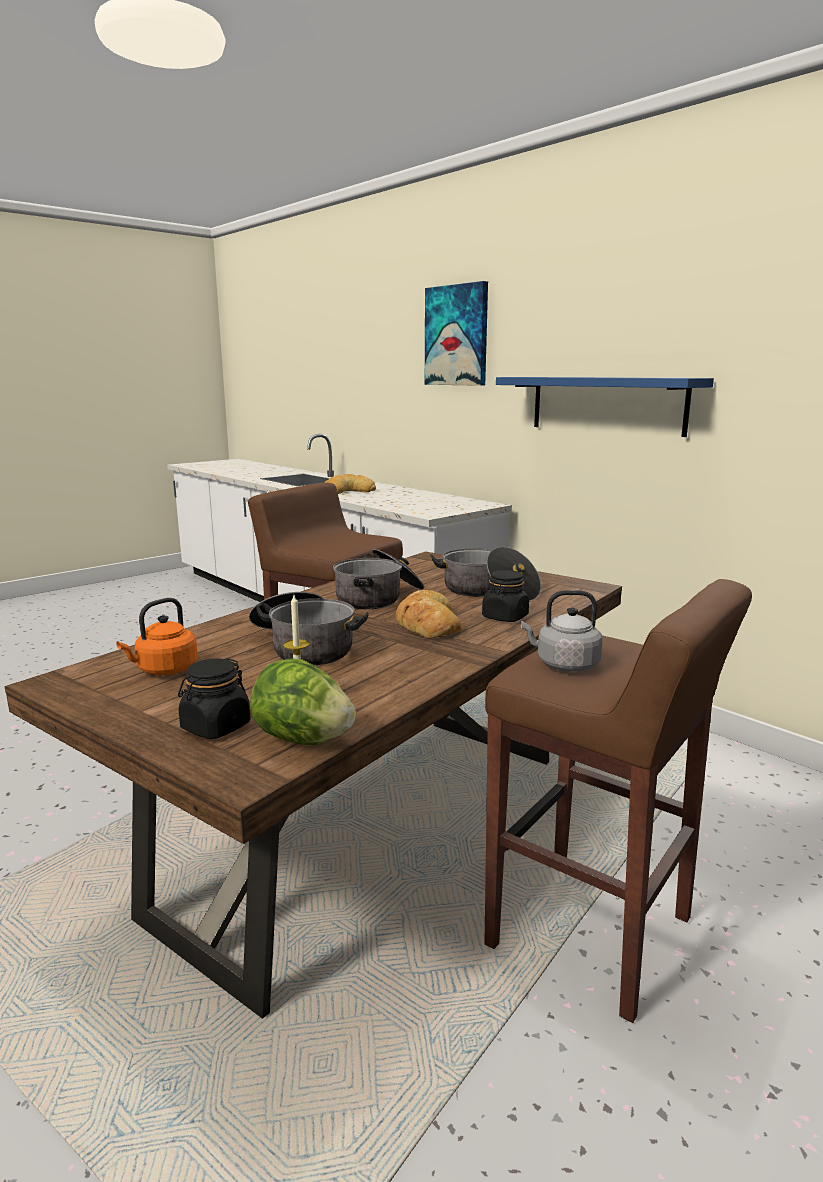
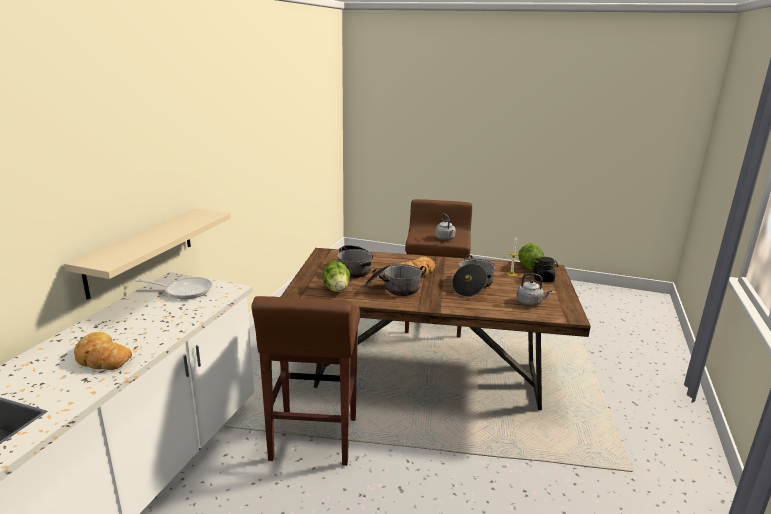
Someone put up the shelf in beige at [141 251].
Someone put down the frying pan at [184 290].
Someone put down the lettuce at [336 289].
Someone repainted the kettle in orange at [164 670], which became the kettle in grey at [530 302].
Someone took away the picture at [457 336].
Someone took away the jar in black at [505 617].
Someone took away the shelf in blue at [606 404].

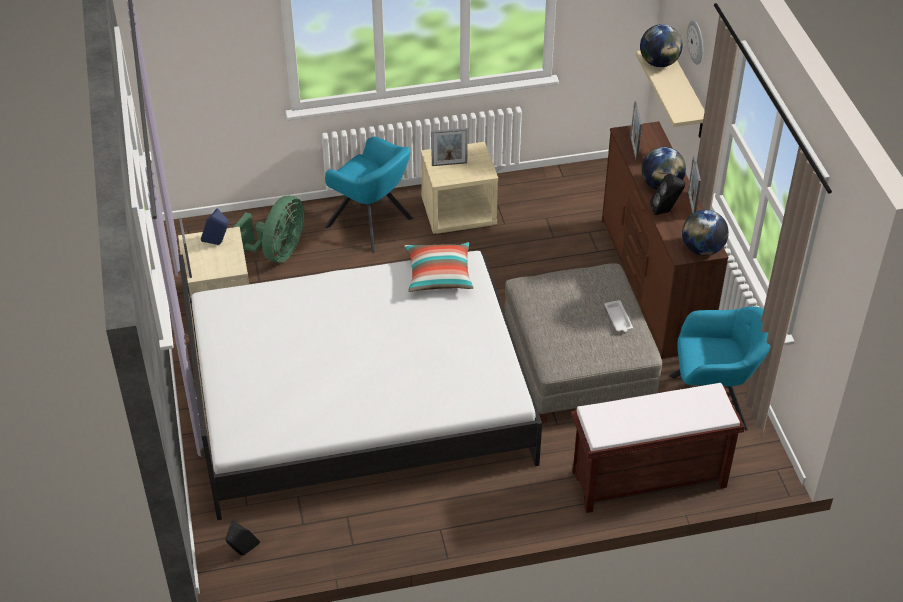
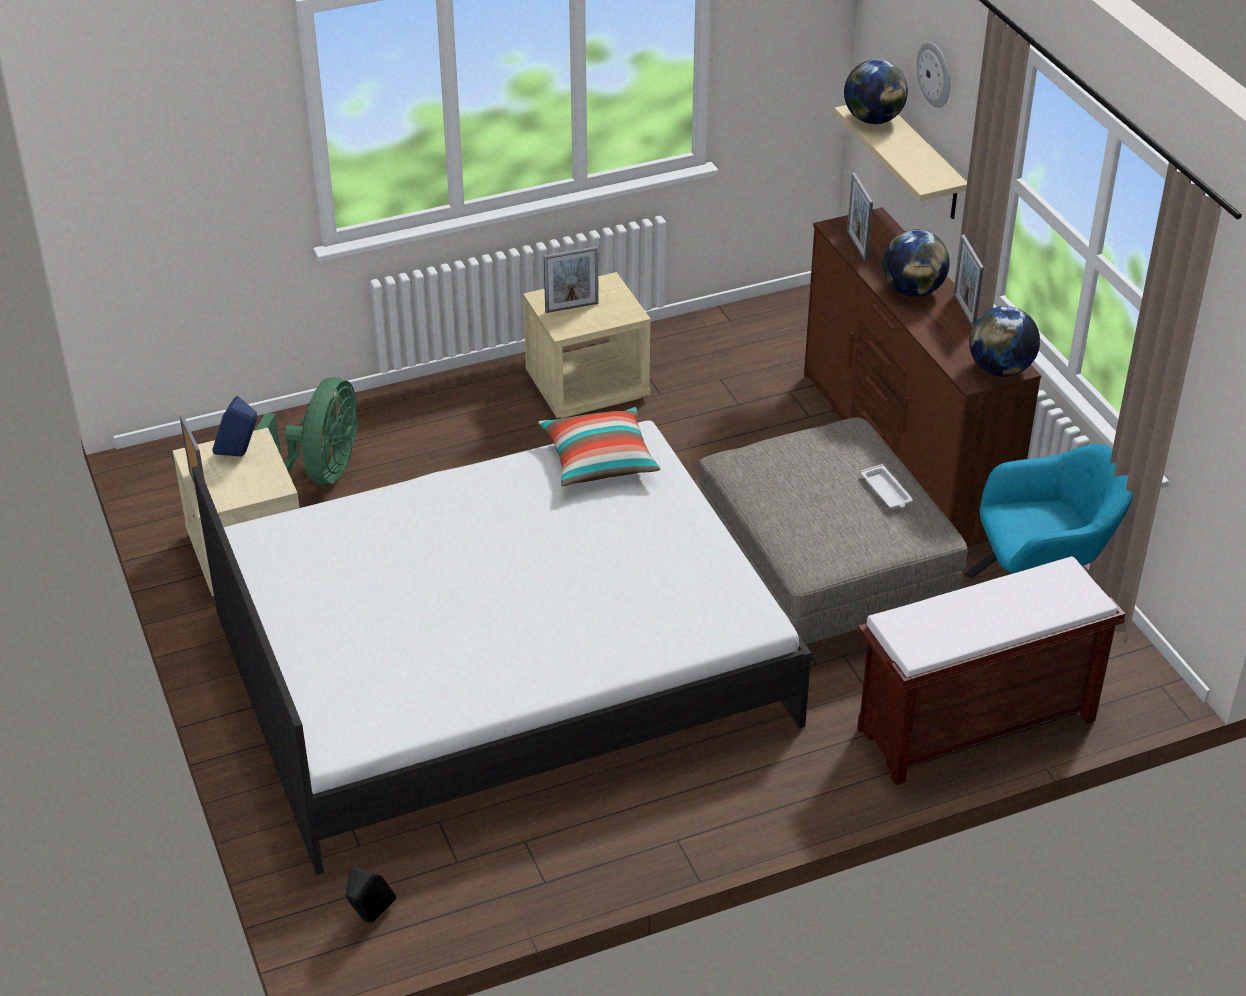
Someone took away the armchair in turquoise at [372 224].
Someone took away the speaker in black at [665 211].

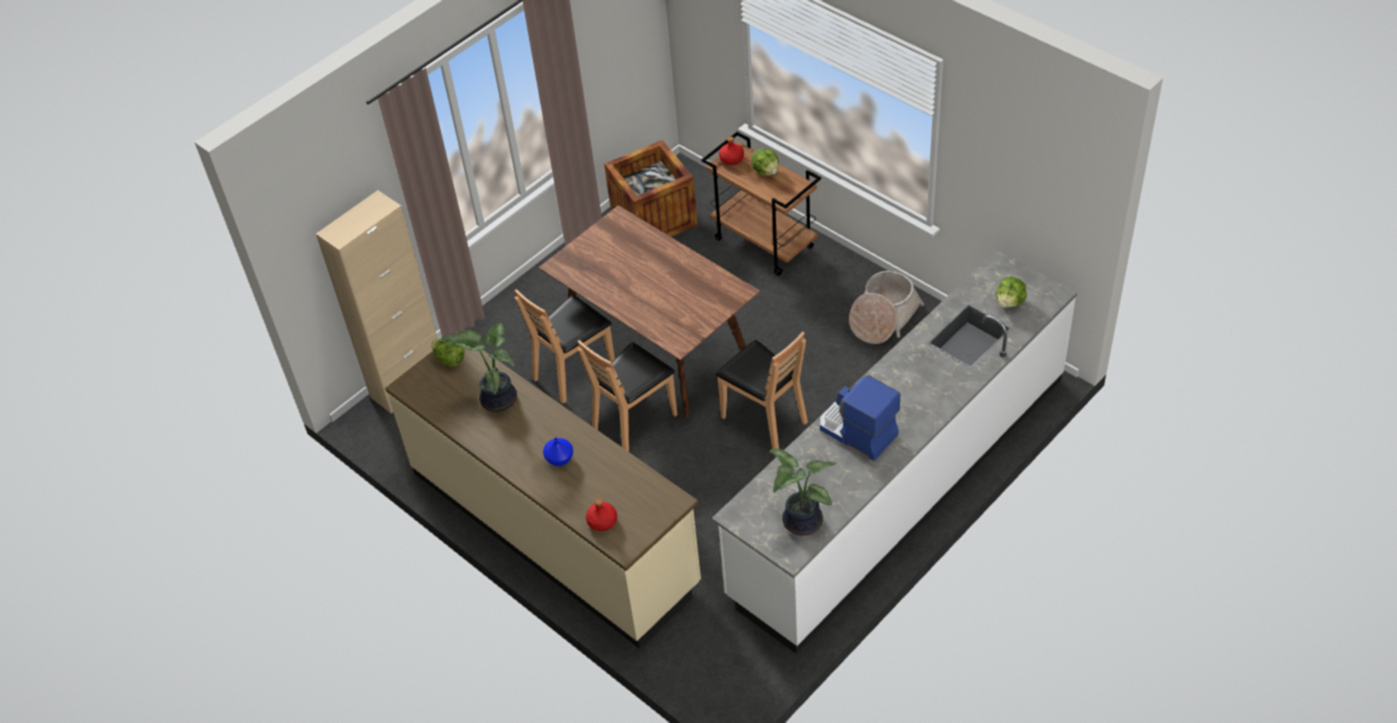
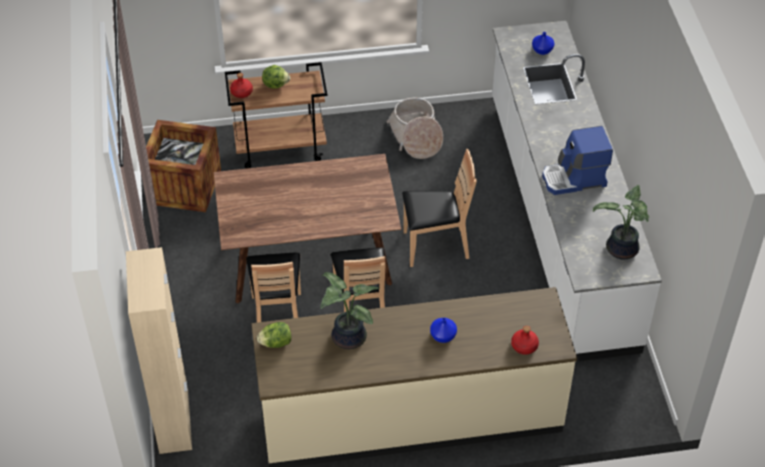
Someone swapped the lettuce at [1010 302] for the vase in blue at [542 50].

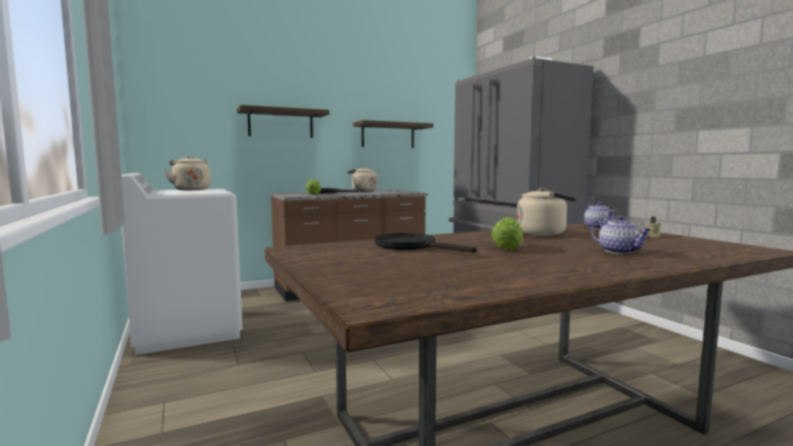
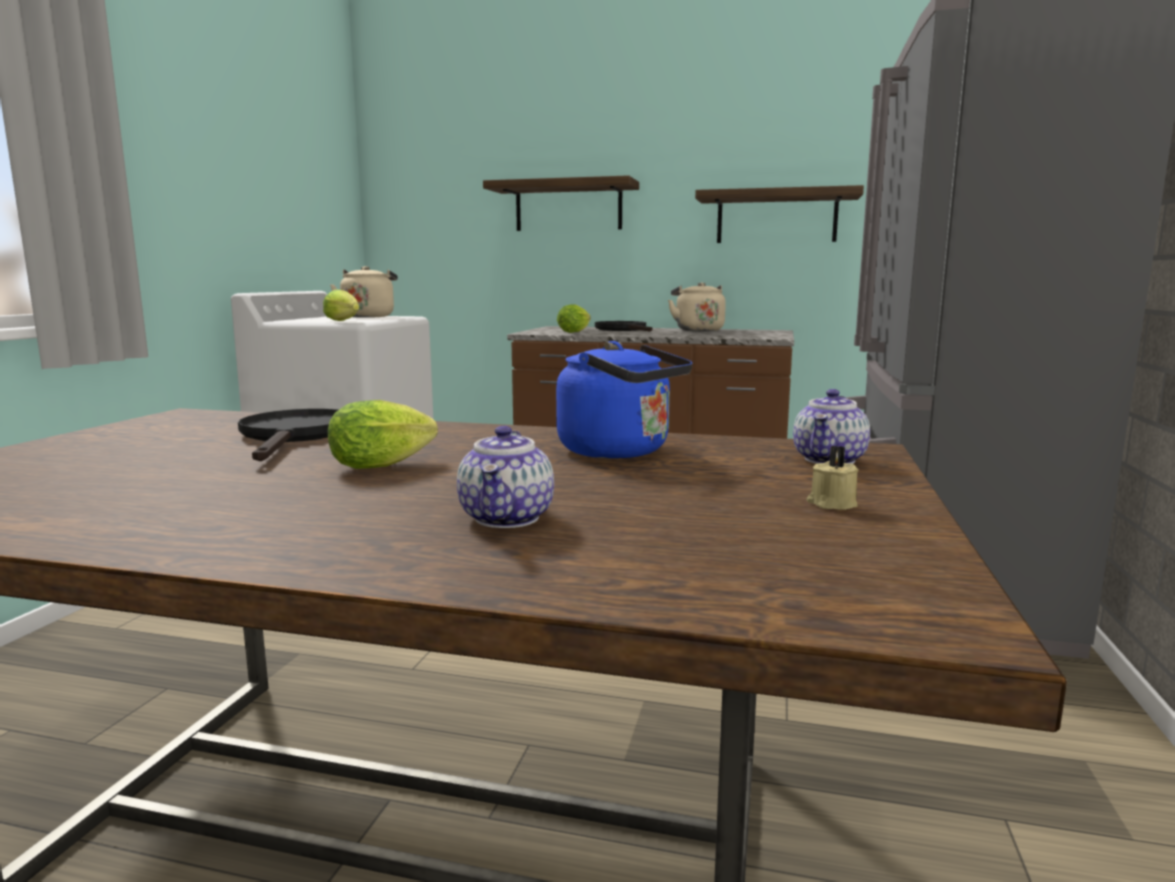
Someone put down the lettuce at [344 321].
Someone repainted the kettle in beige at [544 233], which became the kettle in blue at [620 451].

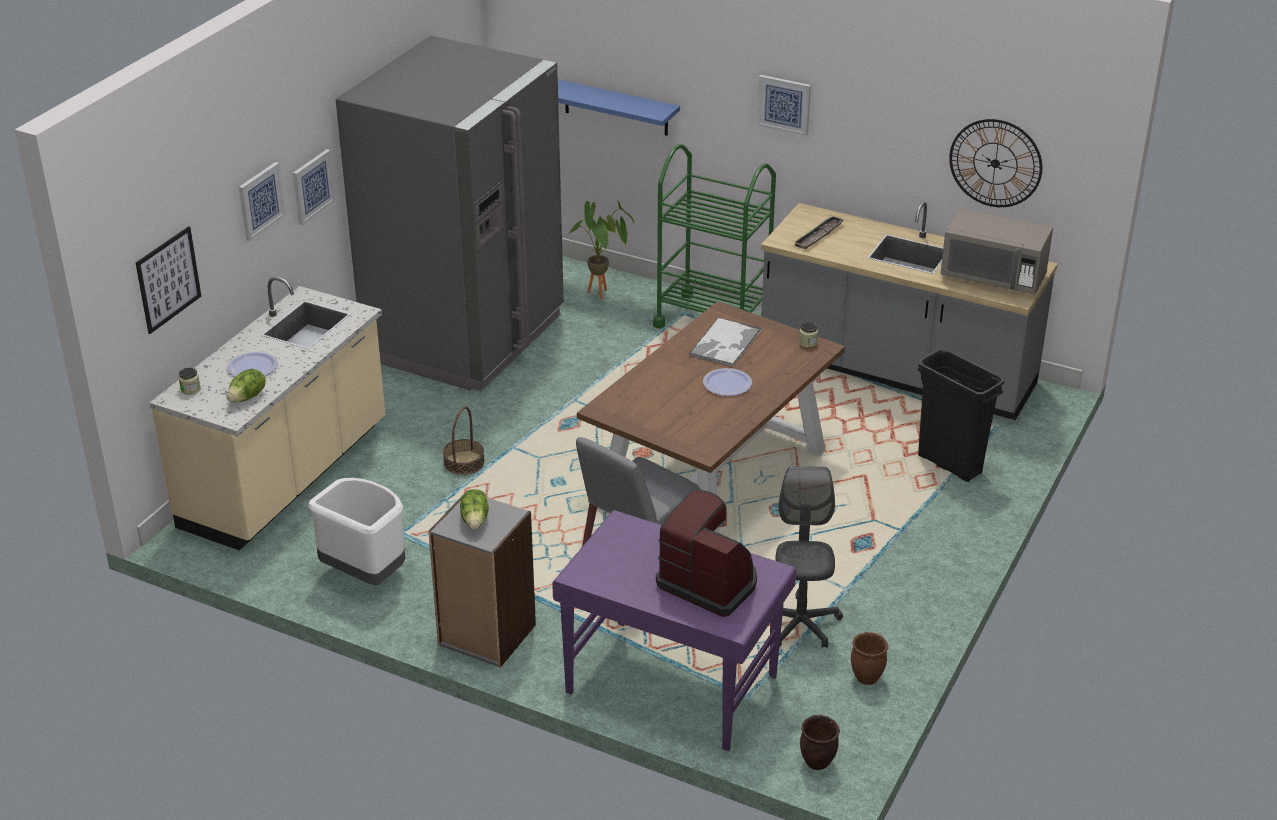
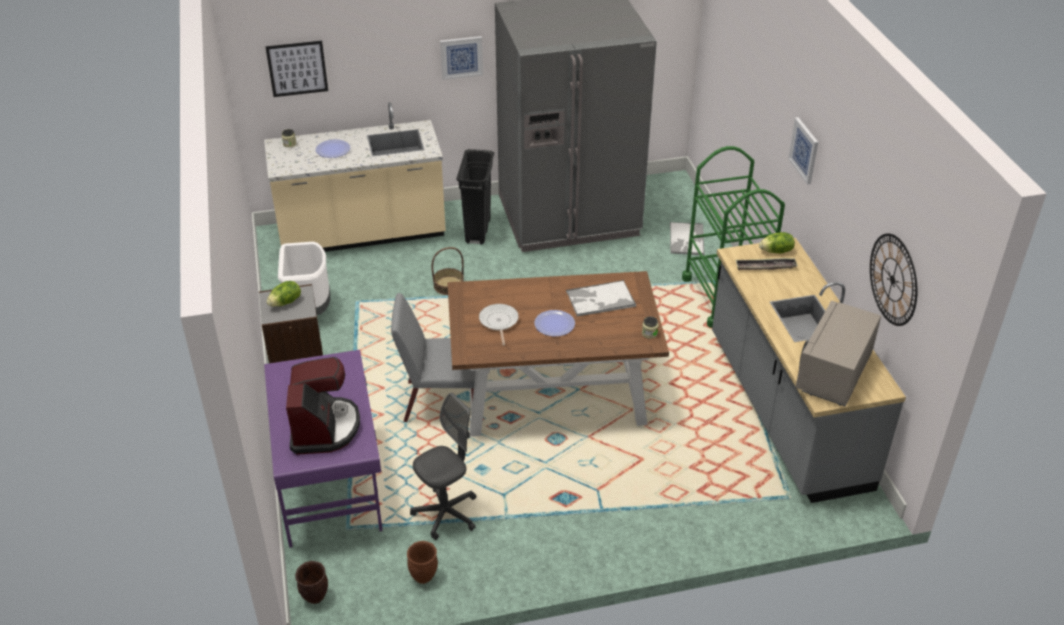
Someone carried the trash can in black from [949 464] to [478 231].
Someone put down the frying pan at [498 322].
Someone swapped the potted plant at [603 295] for the tray at [686 239].
Someone carried the lettuce from [248 397] to [776 251].
Someone rotated the microwave in grey at [993 277] by 45 degrees clockwise.
Someone took away the picture at [260 201].
Someone took away the shelf in blue at [616 107].

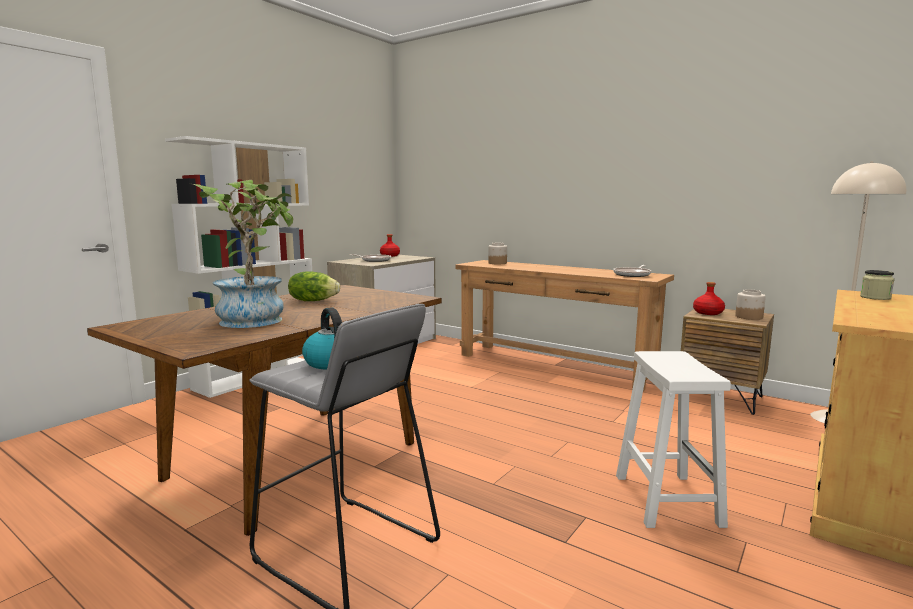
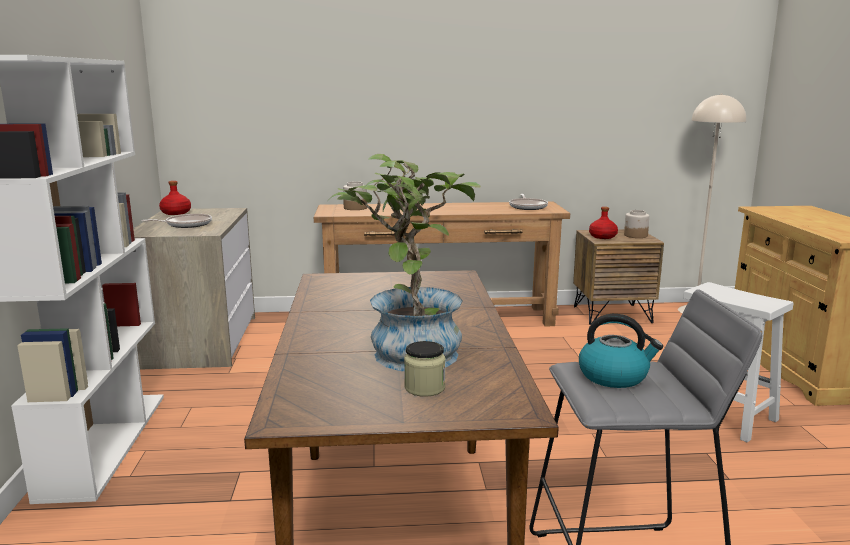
Someone carried the jar from [875 297] to [424 388].
Someone took away the lettuce at [313 301].

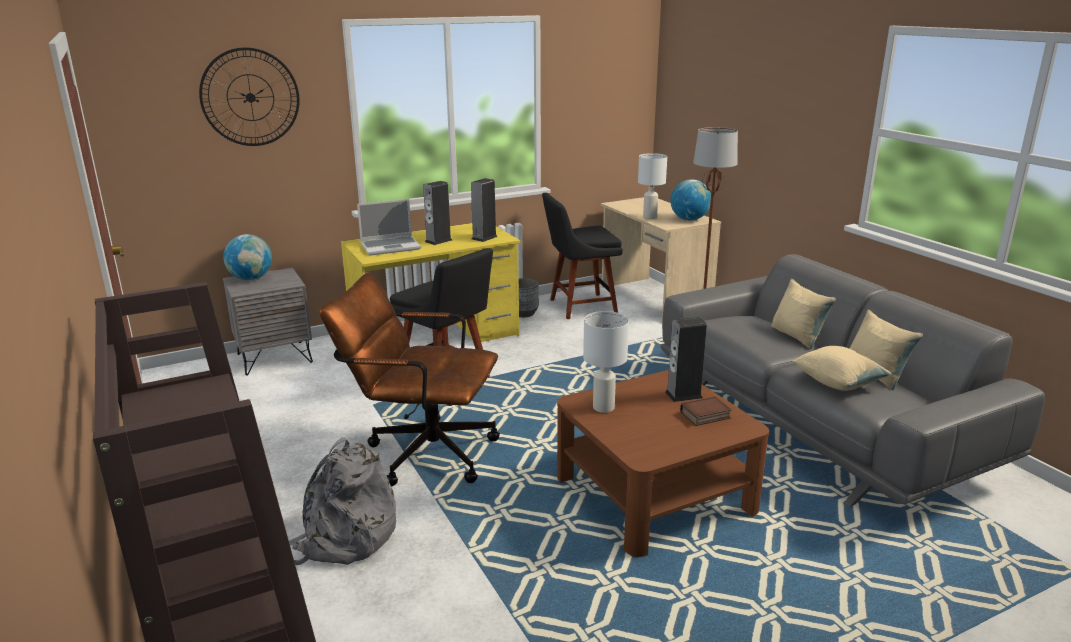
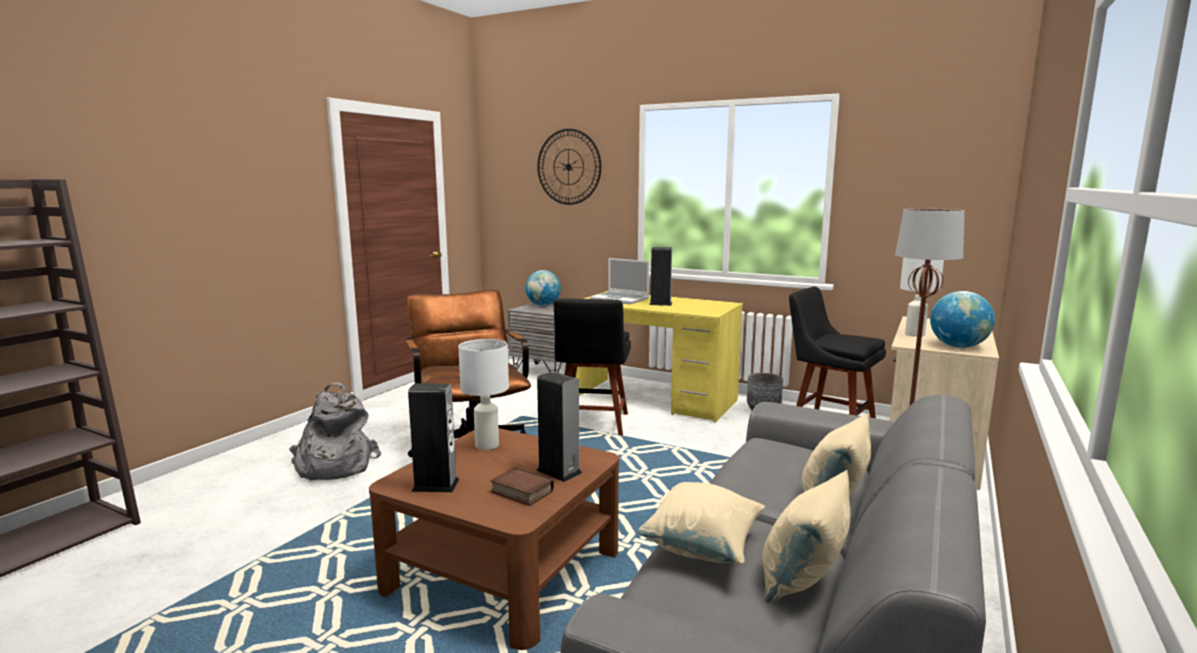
Someone carried the speaker from [484 238] to [435 485].

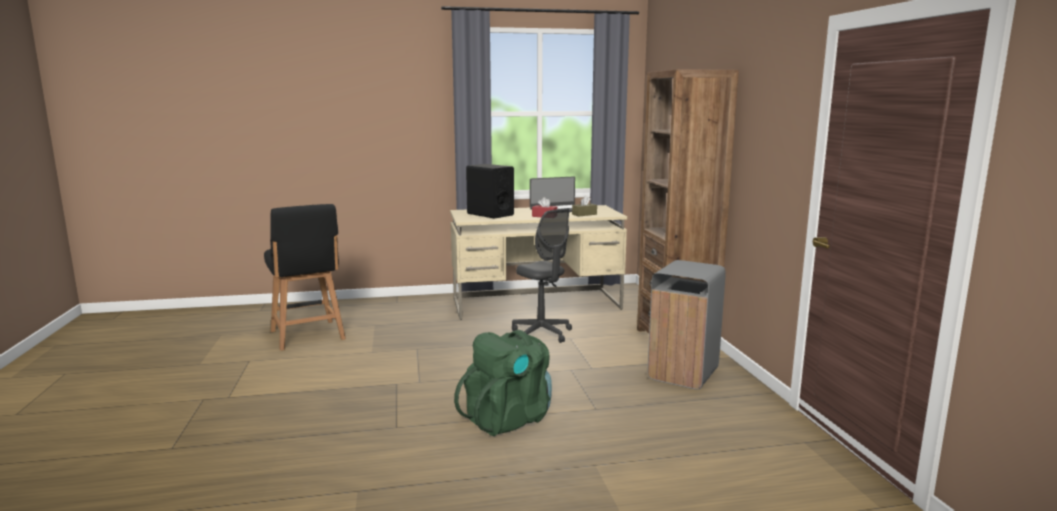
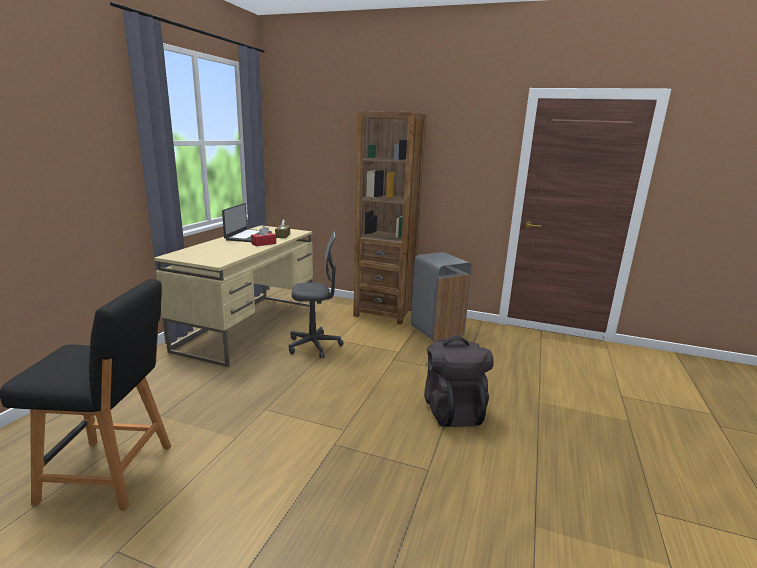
Someone repainted the backpack in green at [508 418], which became the backpack in black at [452 409].
Someone took away the speaker in black at [490 214].

